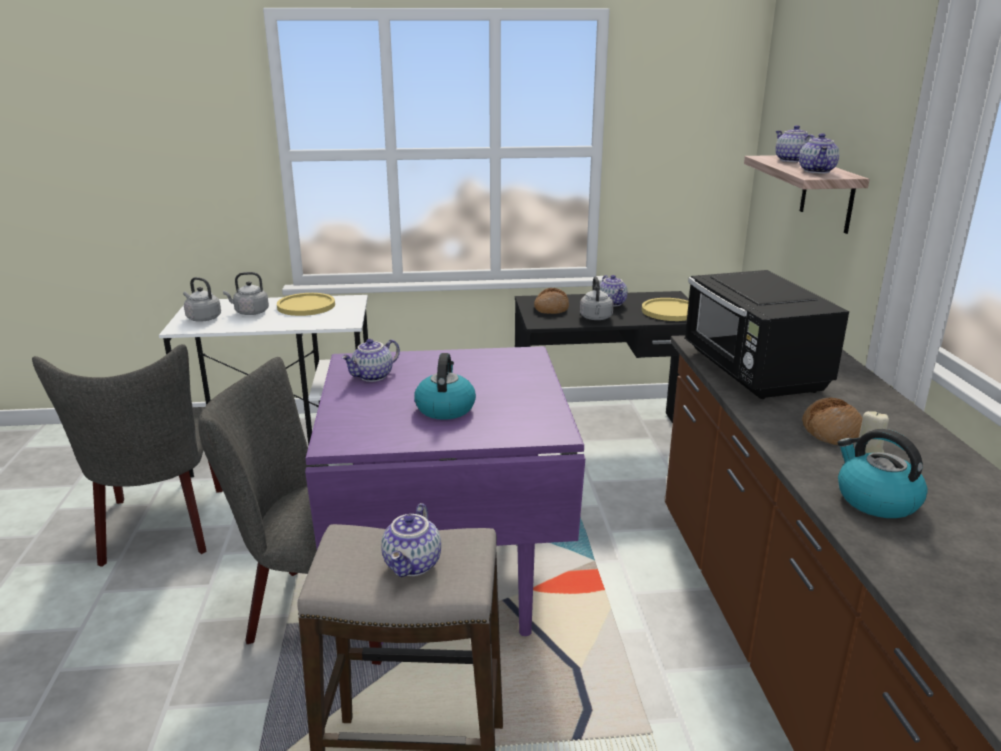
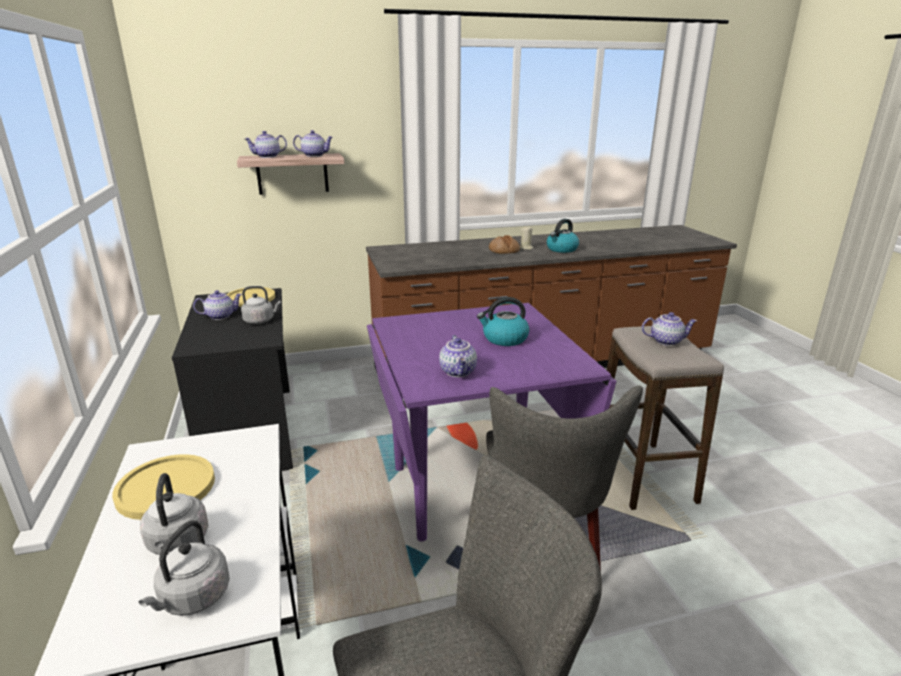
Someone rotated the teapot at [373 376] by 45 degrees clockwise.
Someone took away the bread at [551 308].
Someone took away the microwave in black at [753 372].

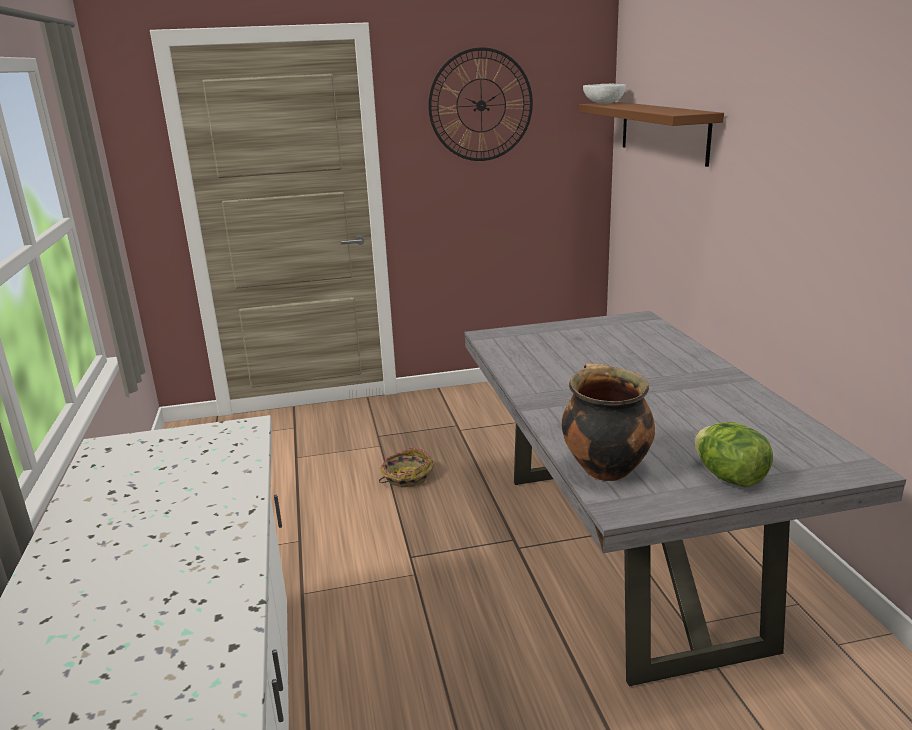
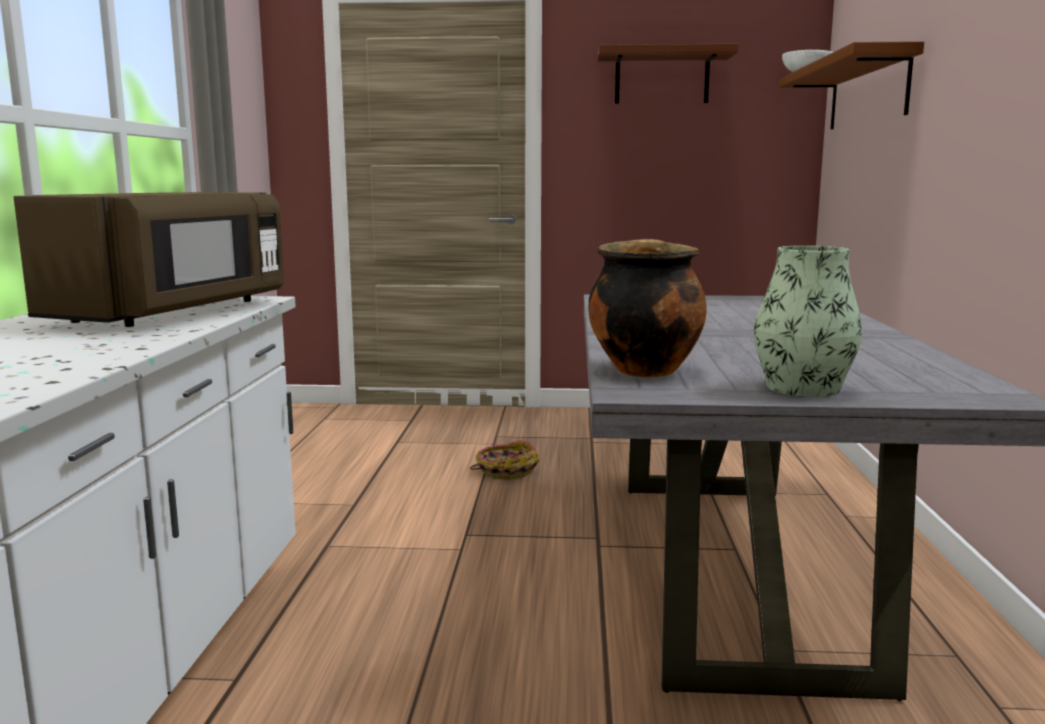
Someone put down the microwave in brown at [174 312].
Someone swapped the wall clock at [481 105] for the shelf in brown at [662 77].
Someone swapped the lettuce at [729 477] for the vase at [802 388].

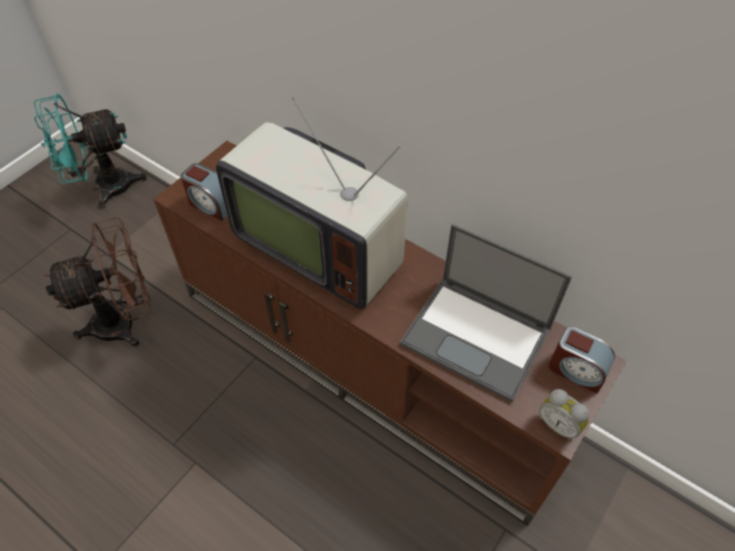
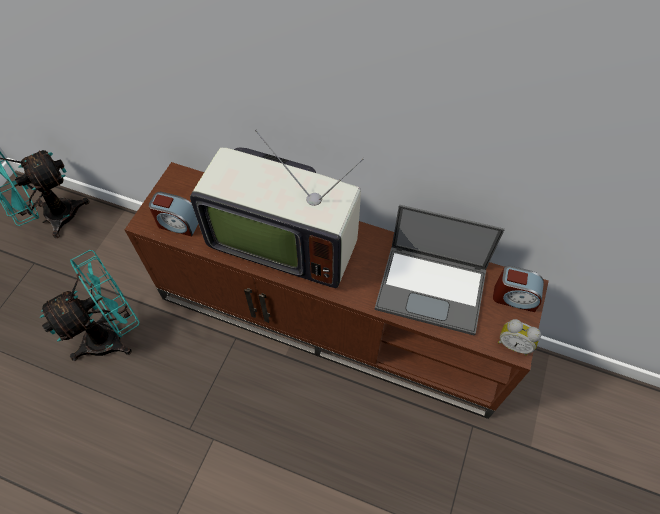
Someone repainted the fan in brown at [125 322], which became the fan in turquoise at [113 334].

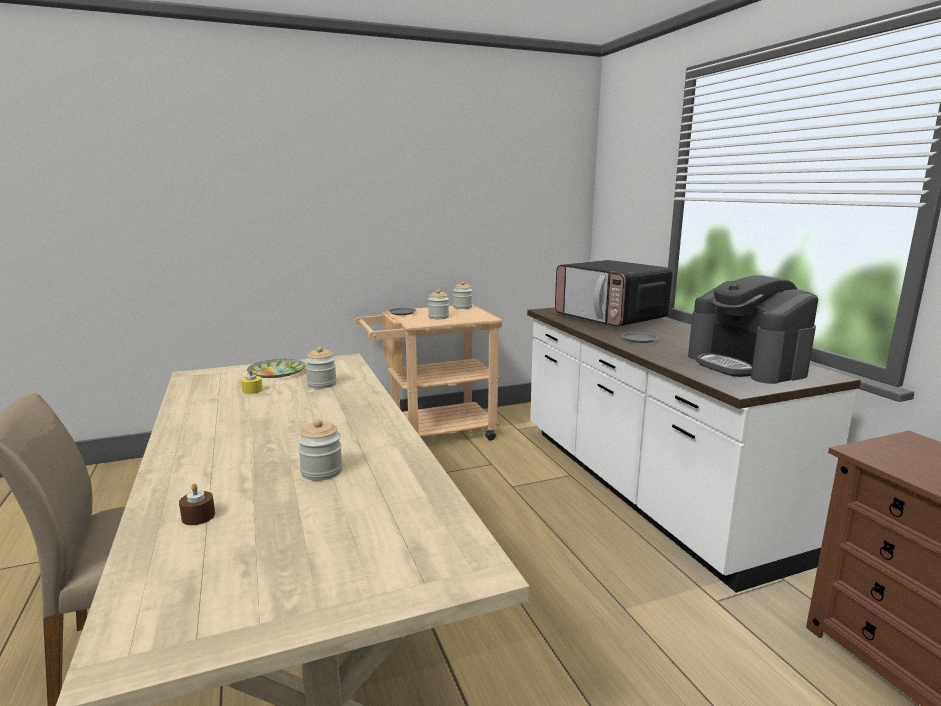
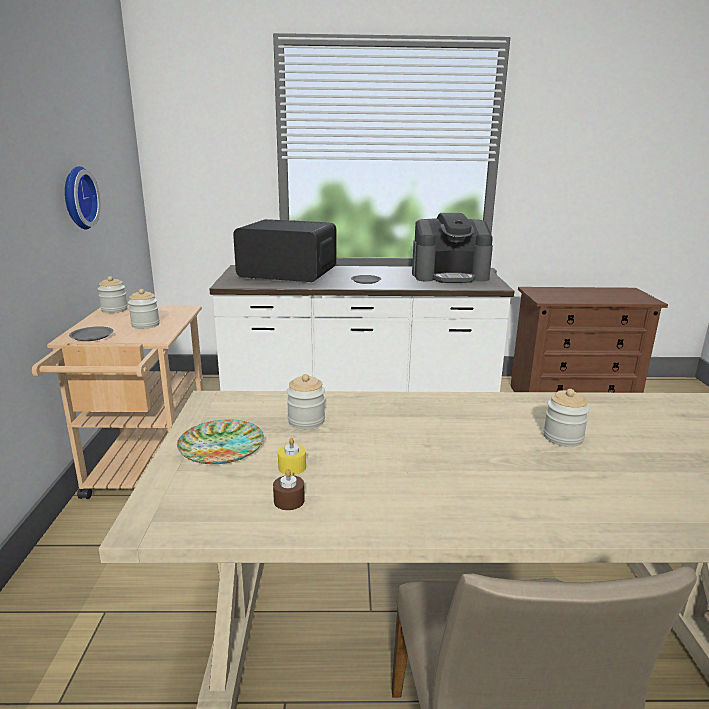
Someone put up the wall clock at [77 198].
Someone rotated the microwave at [610 318] by 150 degrees counterclockwise.
Someone carried the candle in brown from [198 516] to [289 501].

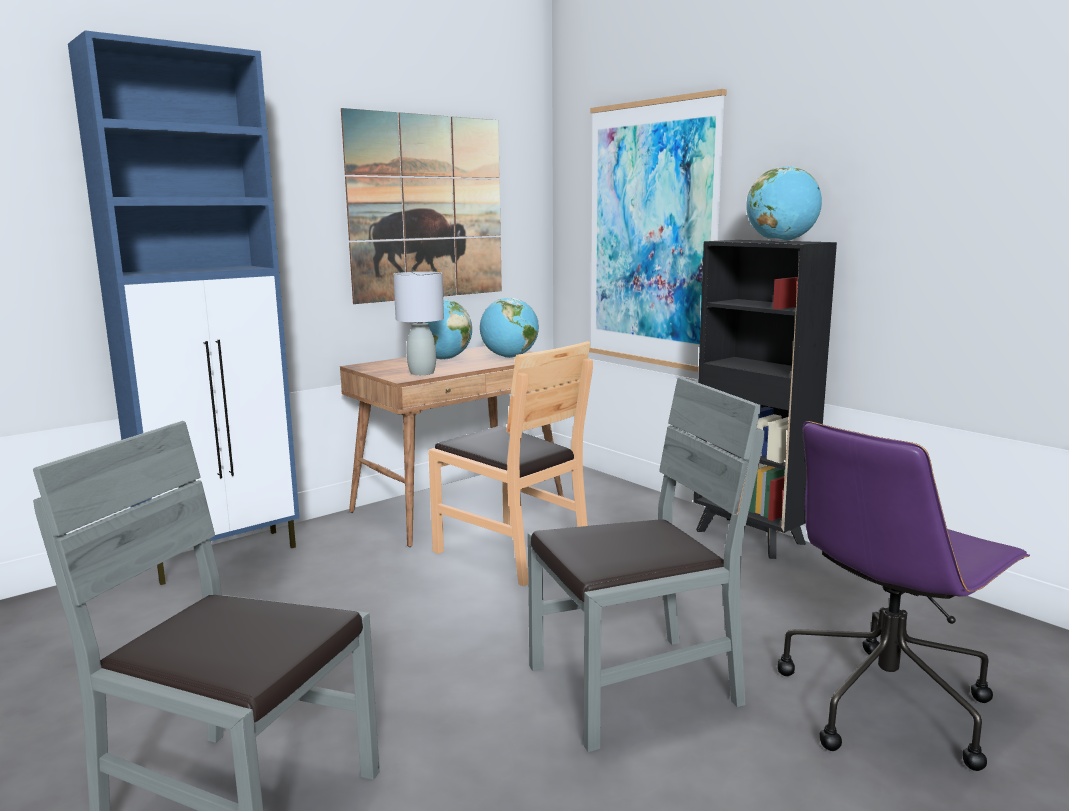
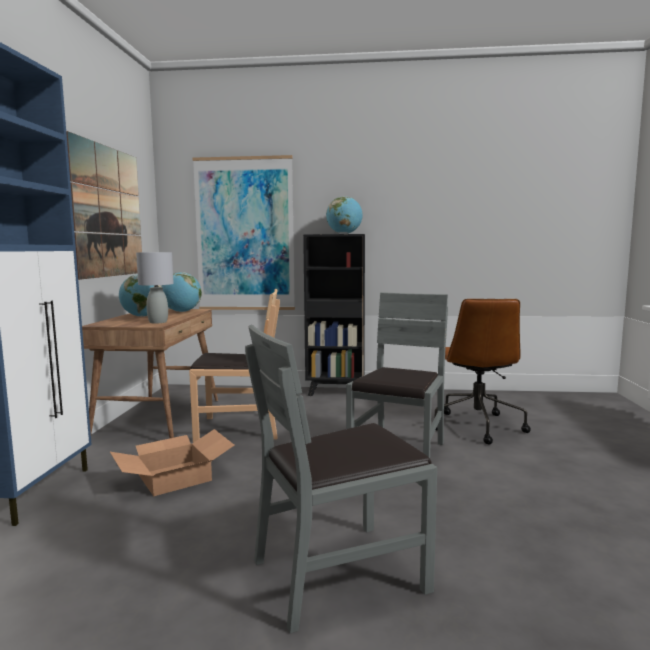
Someone put down the cardboard box at [175 477].
Someone repainted the office chair in purple at [885 703], which became the office chair in brown at [476 426].

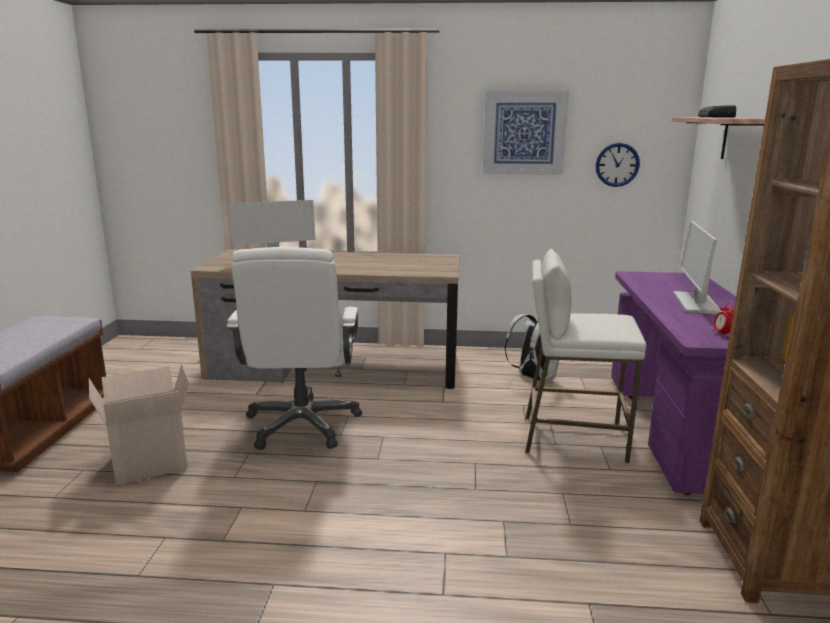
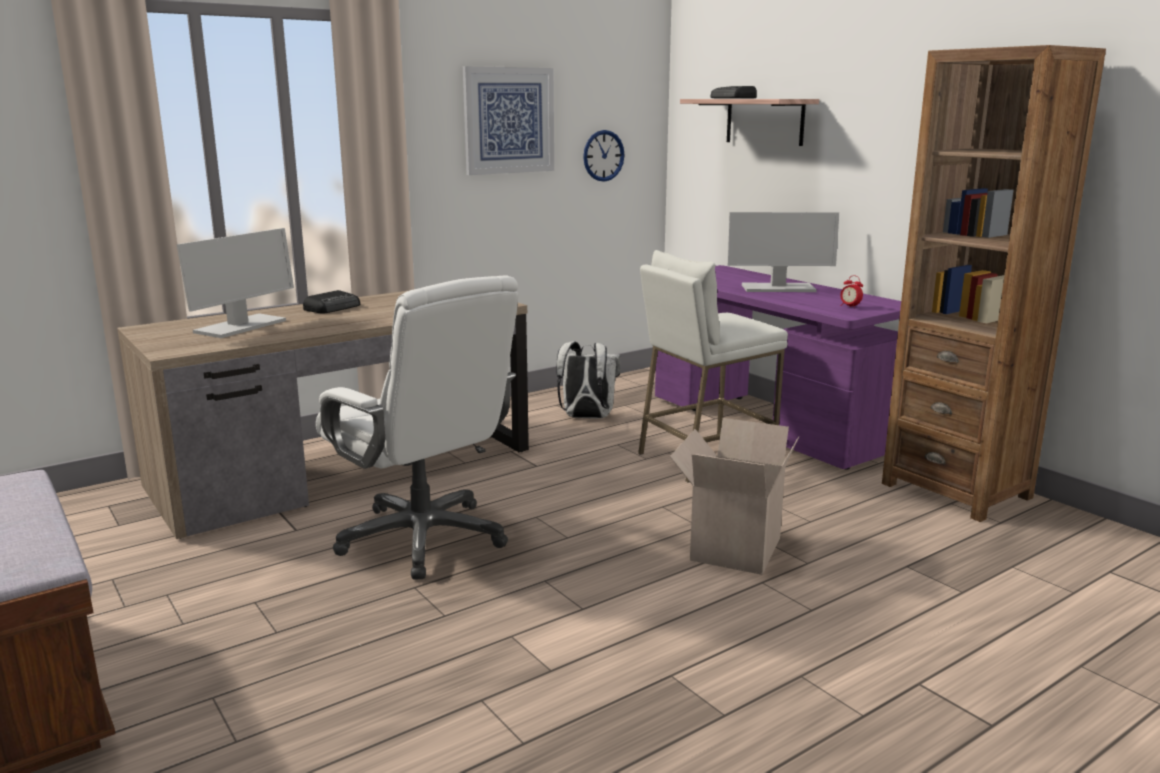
Someone put down the radio at [333 308].
Someone carried the cardboard box from [150 462] to [733 547].
Someone rotated the monitor at [695 303] by 60 degrees counterclockwise.

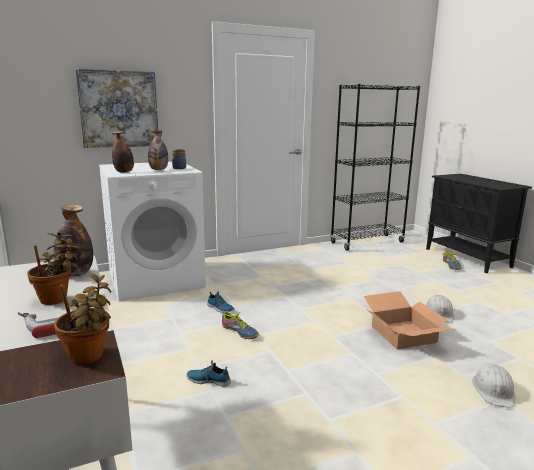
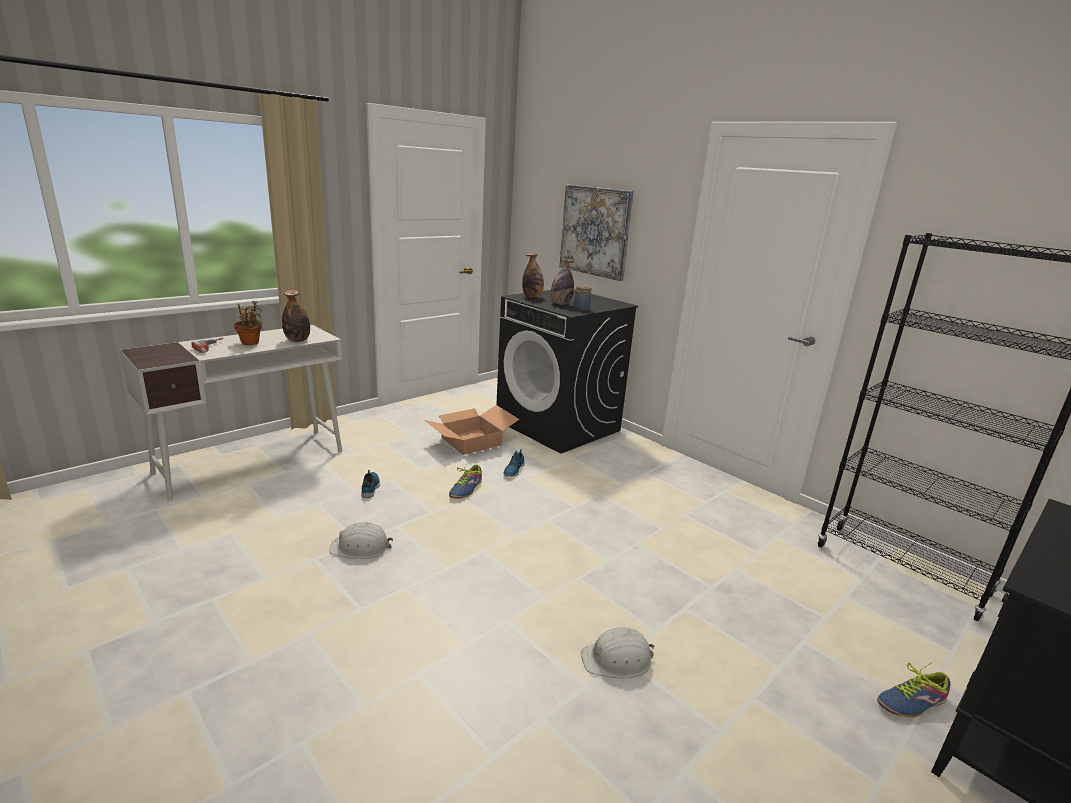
Someone carried the hard hat in white from [494 390] to [360 547].
Someone carried the cardboard box from [404 334] to [471 442].
Someone repainted the washing machine in white at [156 279], which became the washing machine in black at [558 425].
Someone took away the potted plant at [89 357].

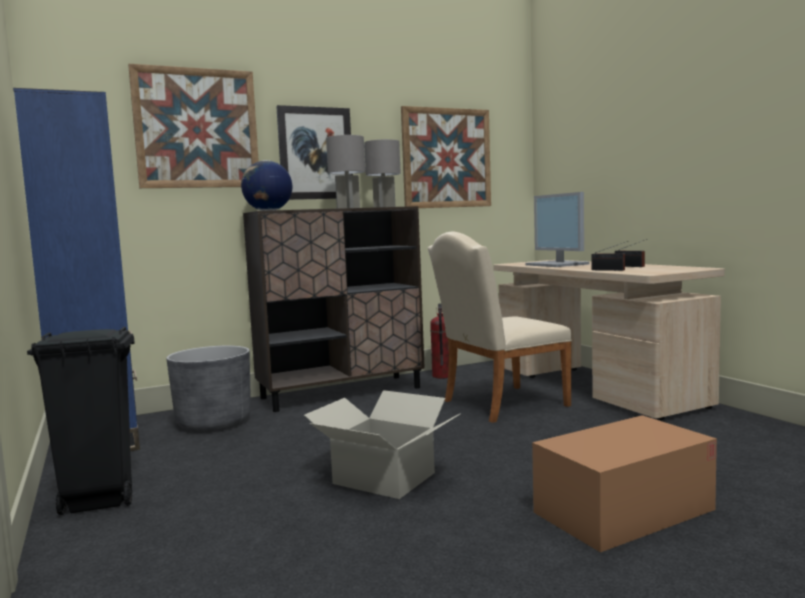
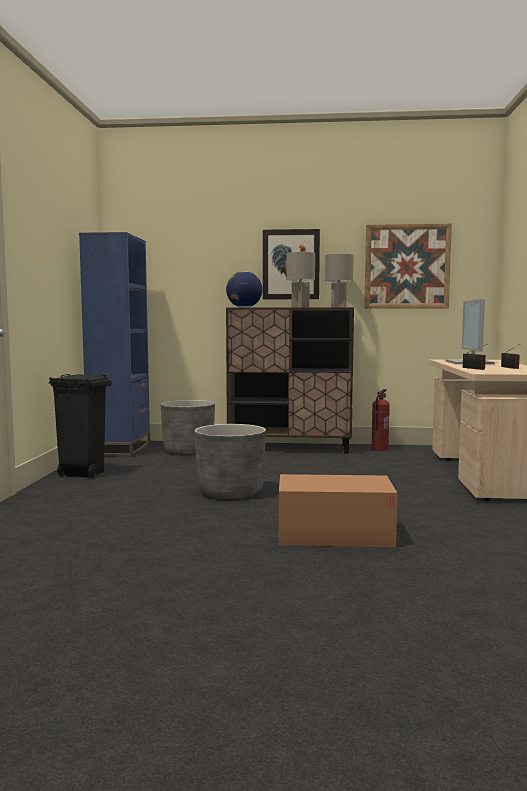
Someone swapped the cardboard box at [384 477] for the planter in grey at [230 492].
Someone took away the picture at [197 128].
Someone took away the chair in beige at [498 404].

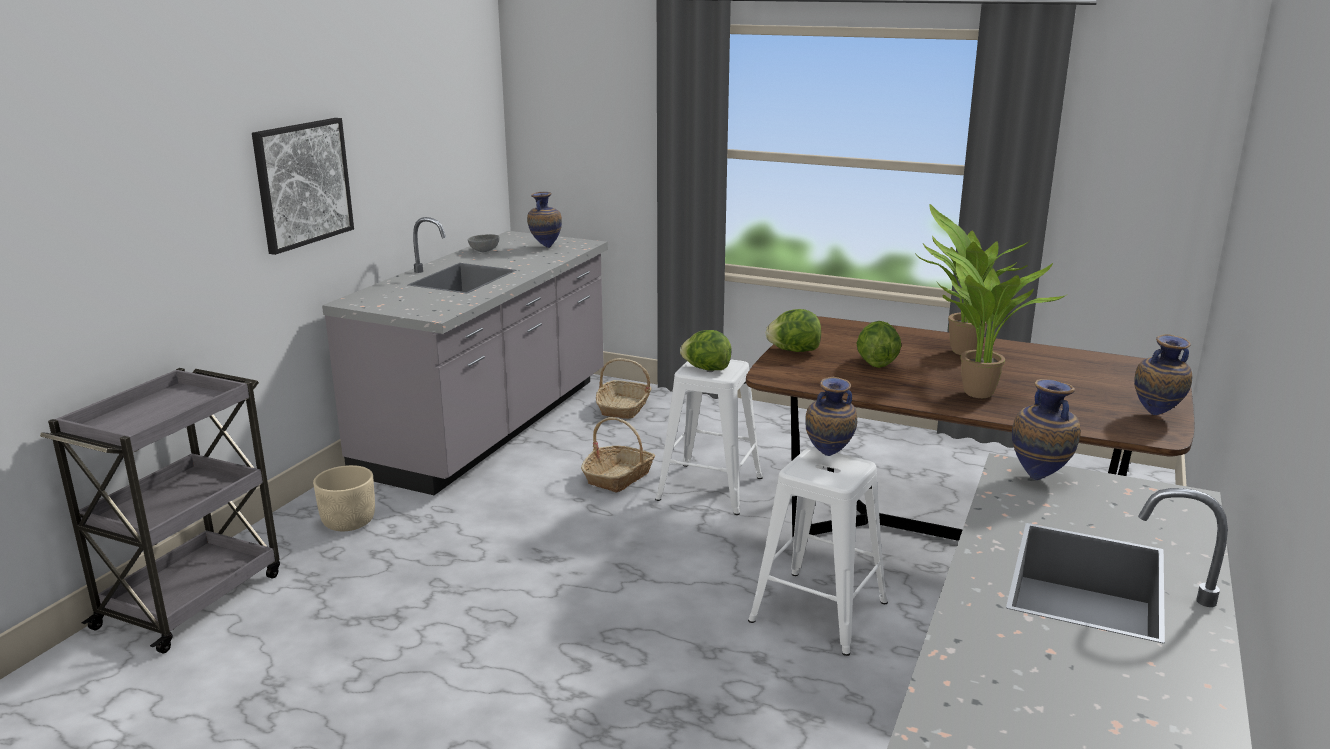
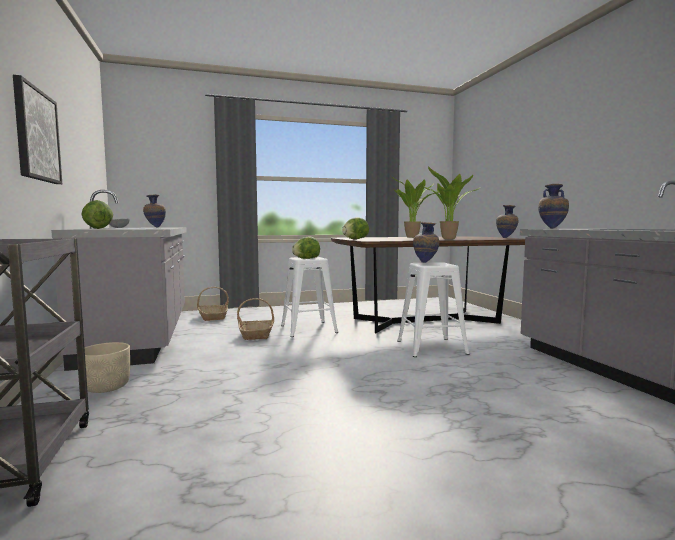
Someone carried the lettuce from [876 363] to [97 229].

